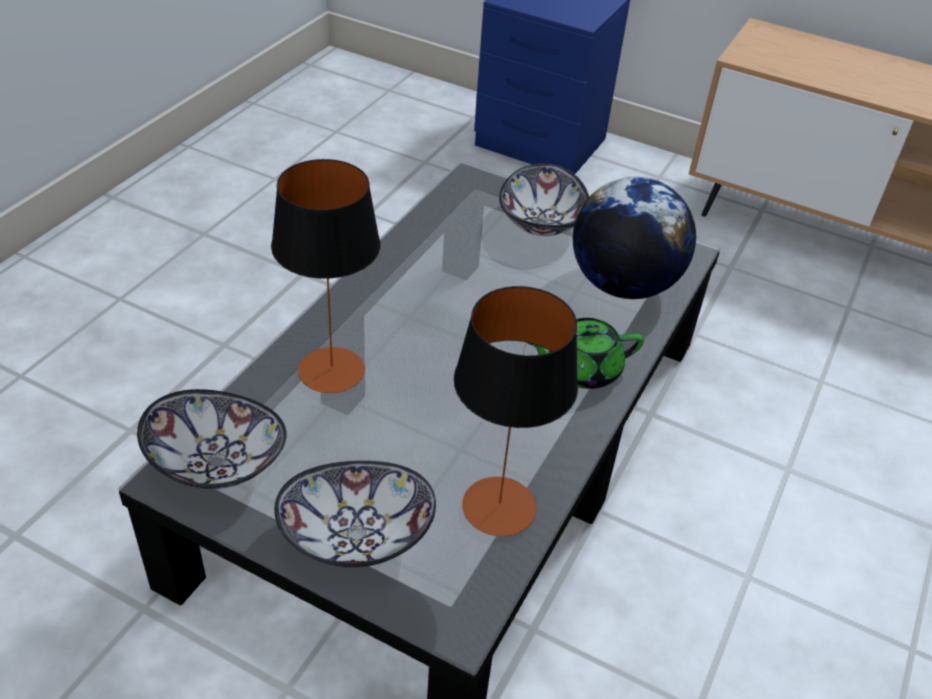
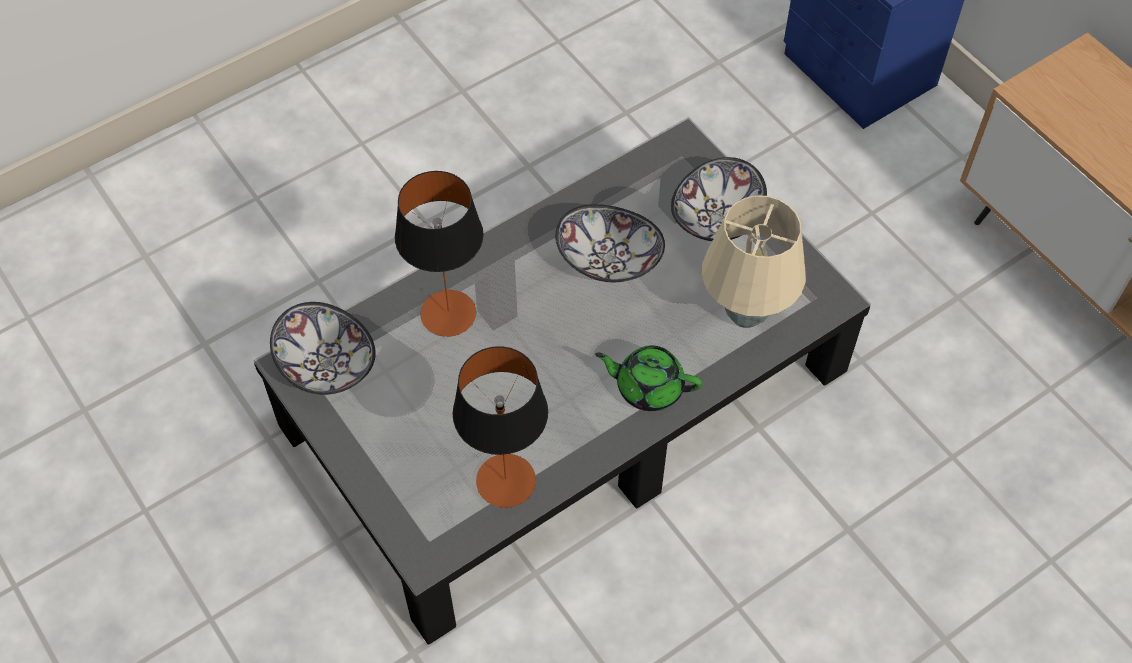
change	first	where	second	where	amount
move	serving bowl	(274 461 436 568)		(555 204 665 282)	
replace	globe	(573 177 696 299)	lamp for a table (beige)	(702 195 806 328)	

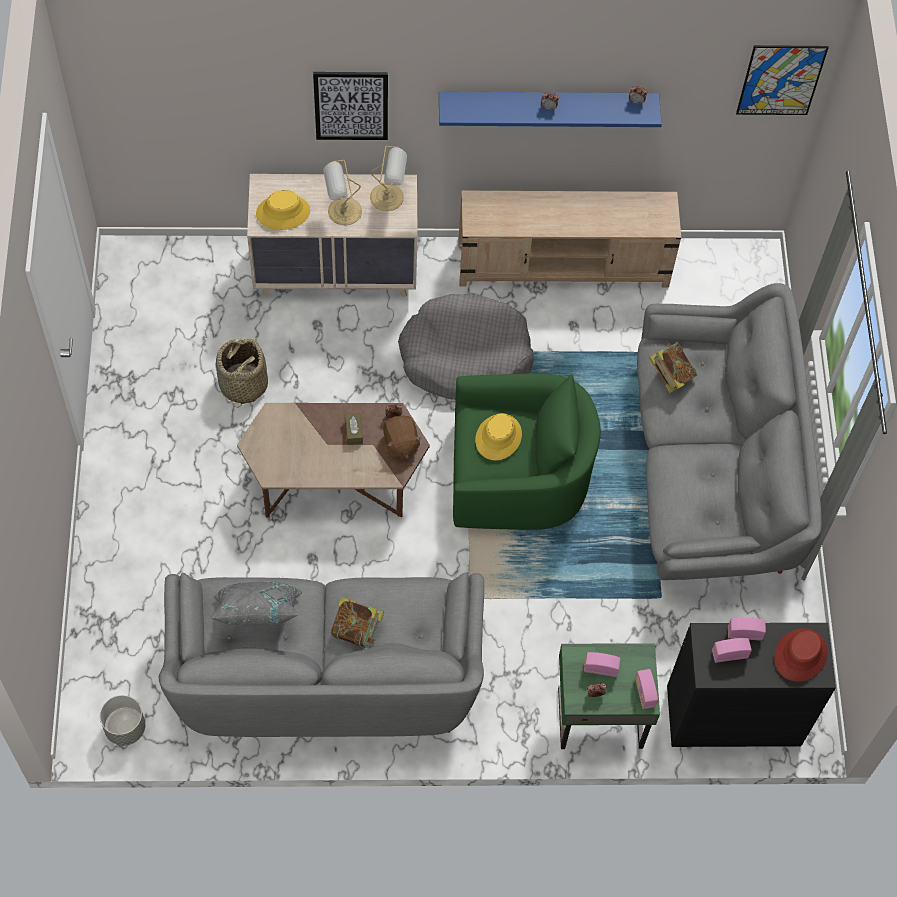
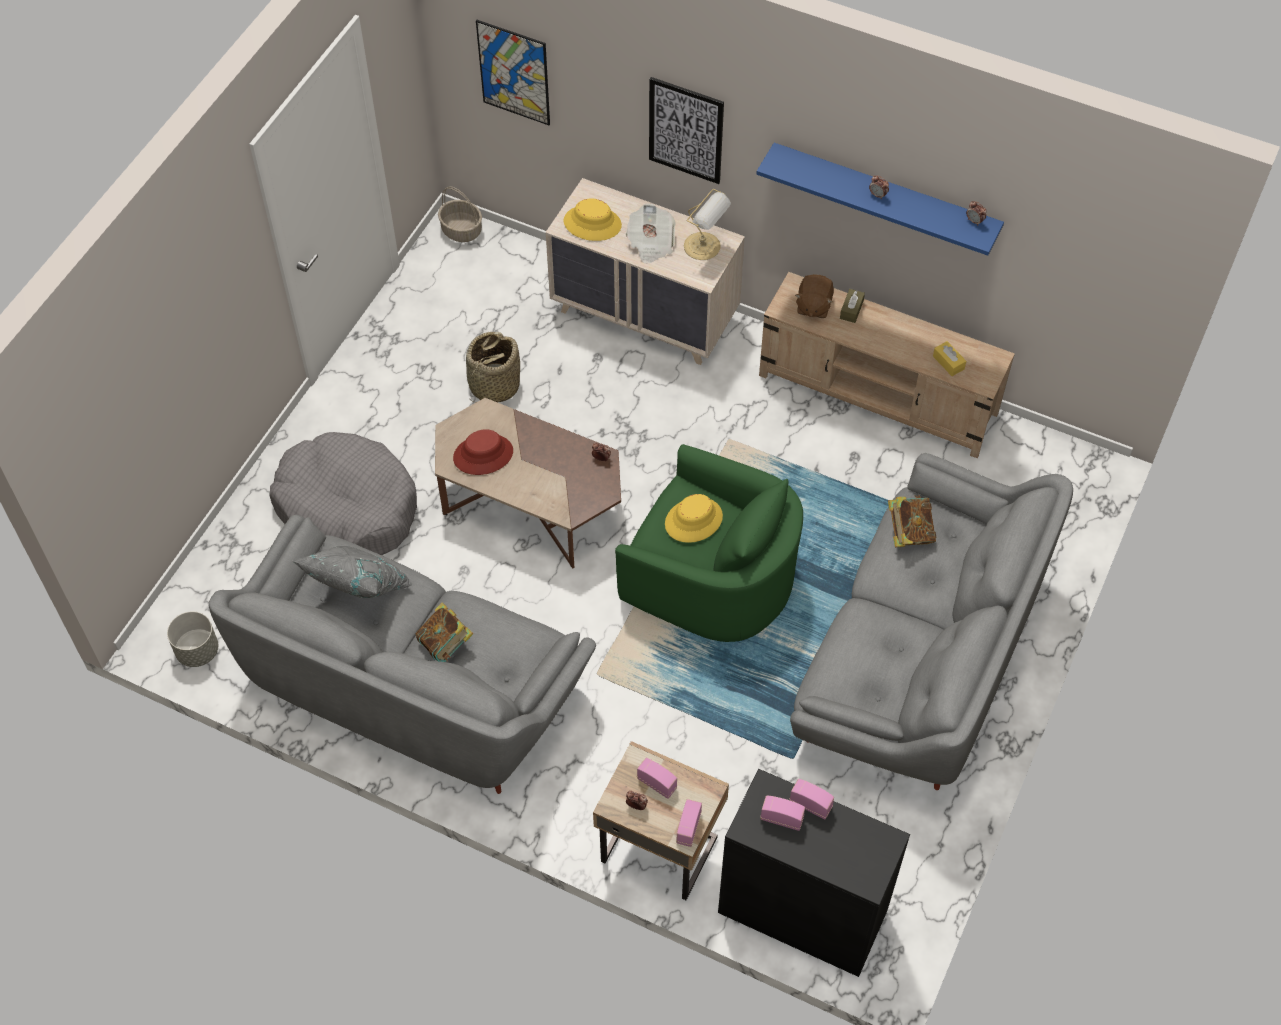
change	first	where	second	where	amount
replace	lamp for a table	(324 160 362 225)	newspaper	(626 203 676 264)	
move	tissue box (brown-coloured)	(345 413 363 445)		(840 289 865 323)	
move	cuddly toy (brown-coloured)	(383 415 422 459)		(795 274 834 318)	
move	dog bed (greyish)	(398 293 534 400)		(269 432 417 555)	
recolor	night table (greenish)	(558 644 660 749)	night table (beige)	(593 741 729 900)	
move	wall picture	(736 45 829 115)		(476 20 550 125)	
move	hat (reddish)	(774 628 828 682)		(453 429 513 475)	
insert			basket	(438 186 482 242)	
insert			tissue box (yellow-coloured)	(933 341 966 376)	

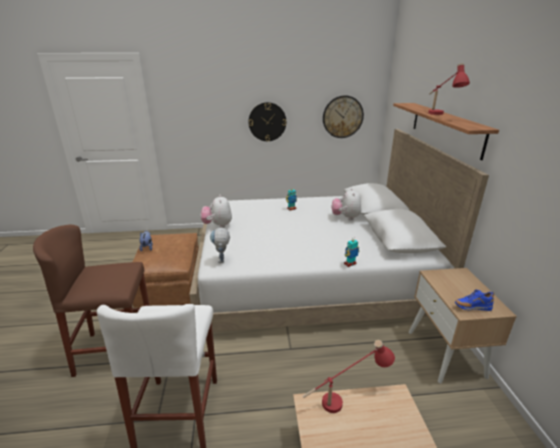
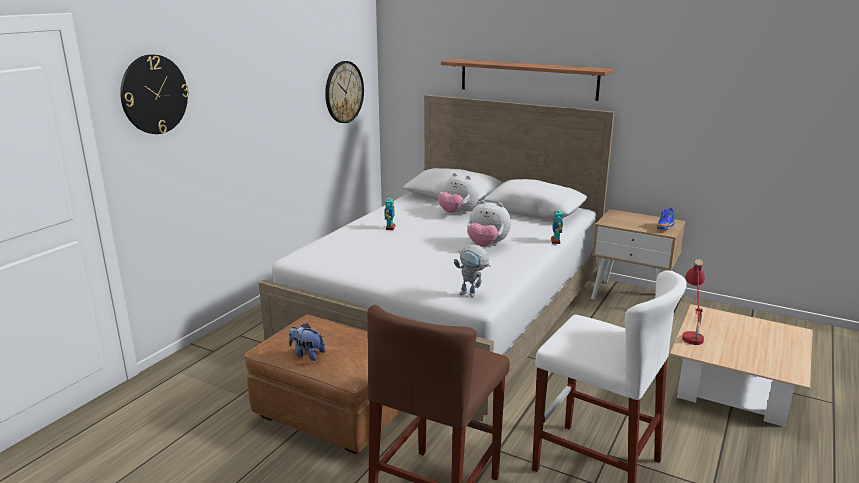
change	first	where	second	where	amount
move	cuddly toy	(201 195 232 228)		(467 200 511 247)	
move	hanging clock	(249 102 286 141)		(120 54 189 134)	
delete	lamp for a table (reddish)	(428 63 470 115)			

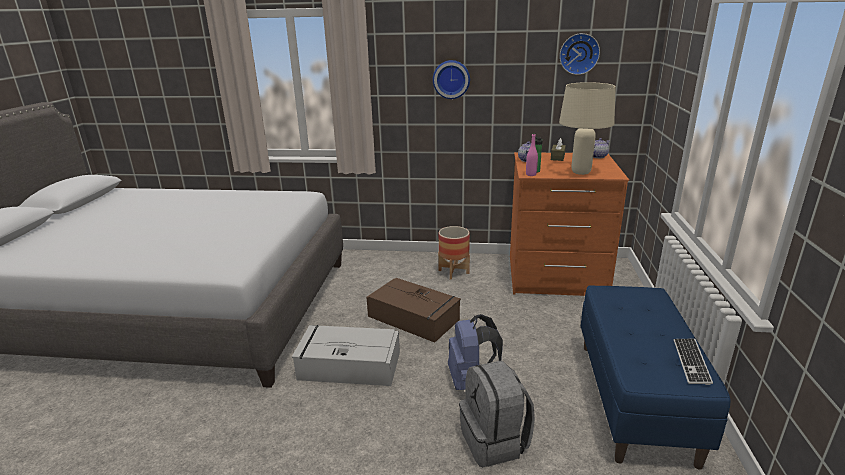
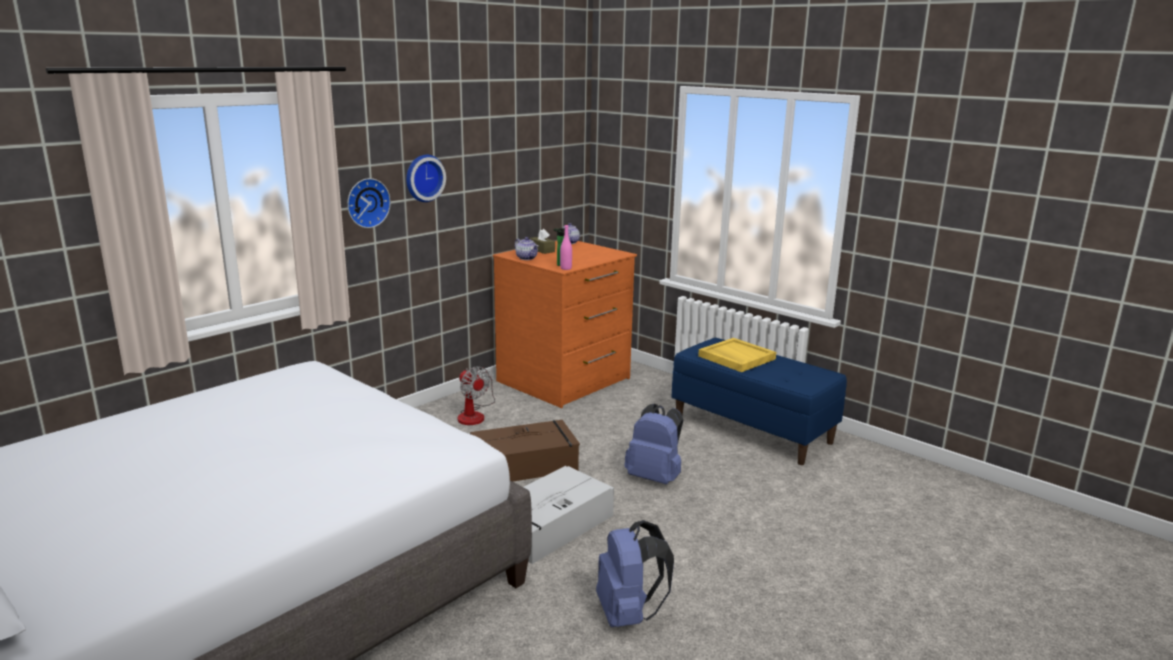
change	first	where	second	where	amount
replace	plant pot	(438 226 470 280)	cooling fan	(458 366 495 425)	
delete	backpack (greyish)	(459 361 535 467)			
move	hanging clock	(559 33 600 75)		(347 178 391 228)	
delete	lamp for a table (beige)	(559 82 616 175)			
delete	computer keyboard	(673 338 713 385)			
insert			backpack (bluish)	(596 520 674 627)	
insert			tray (yellow-coloured)	(698 338 776 372)	

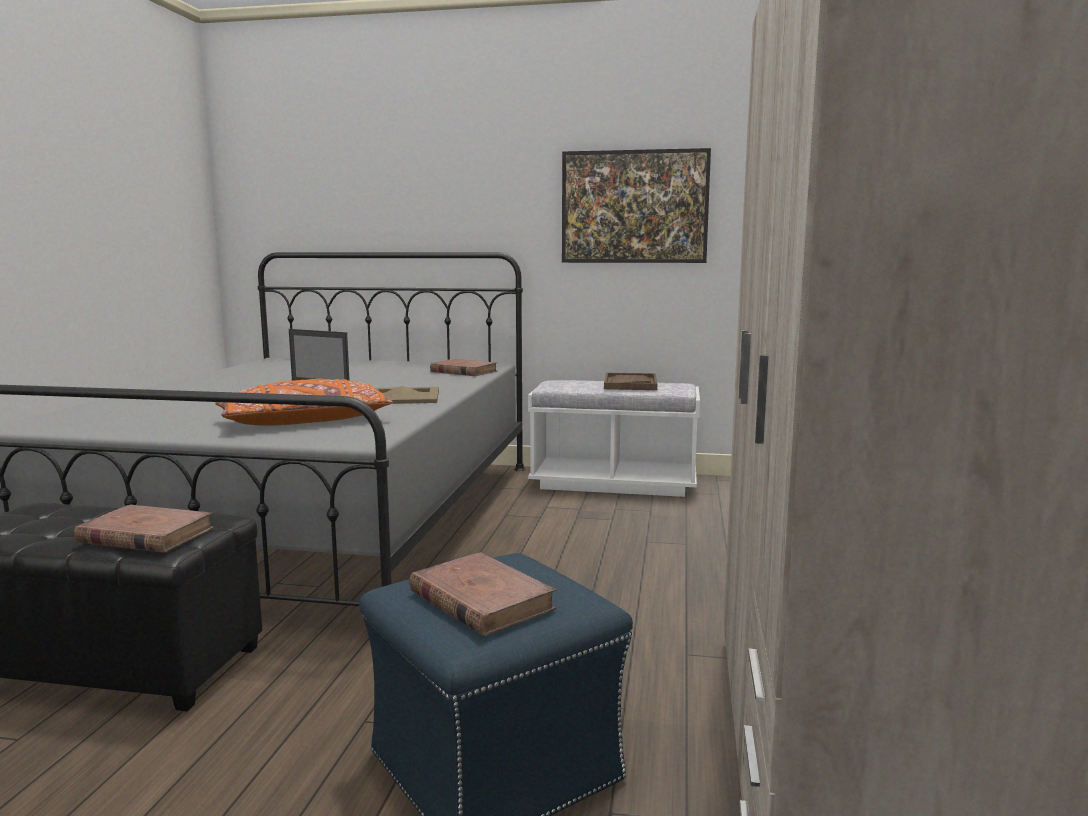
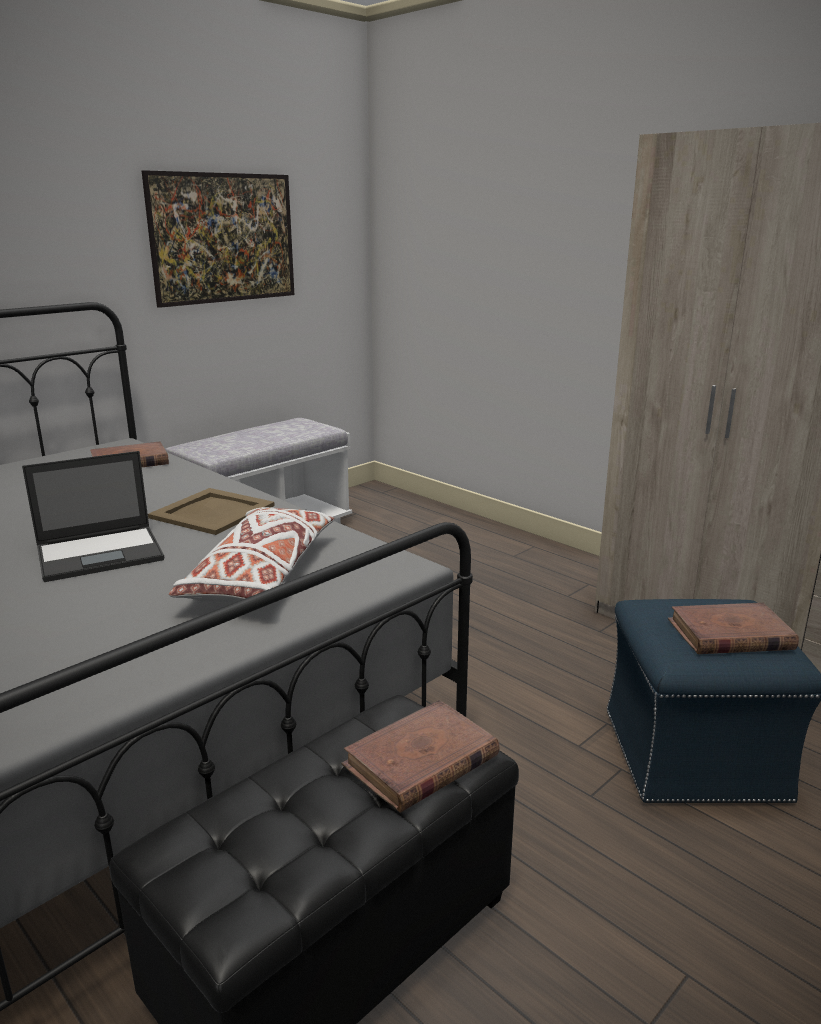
change	first	where	second	where	amount
recolor	cushion (orange)	(215 379 393 426)	cushion (white)	(169 507 334 603)	
delete	tray (brown-coloured)	(604 373 657 390)			

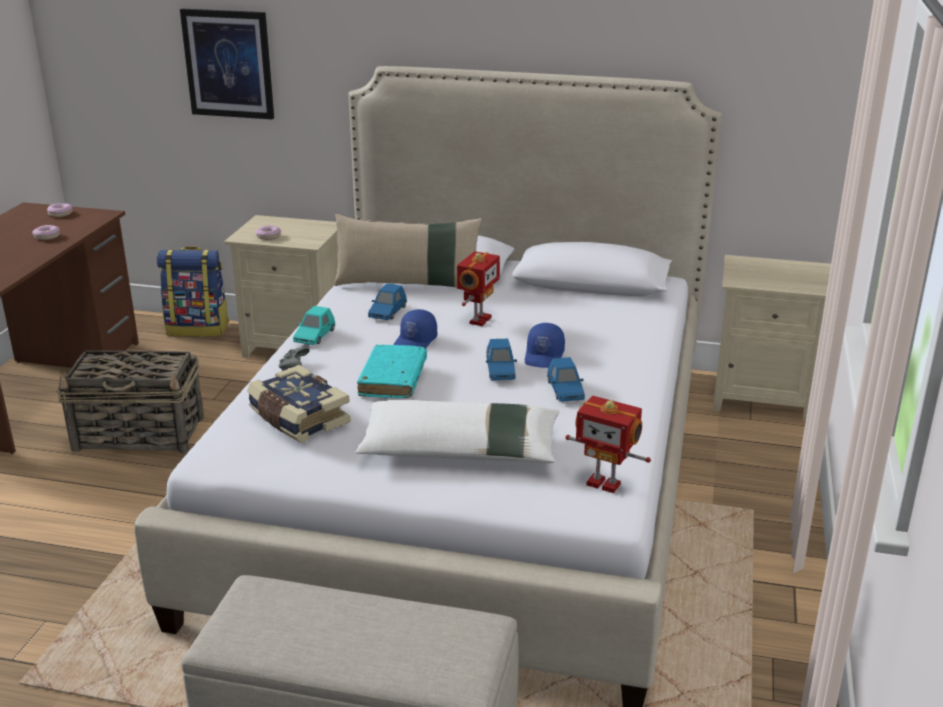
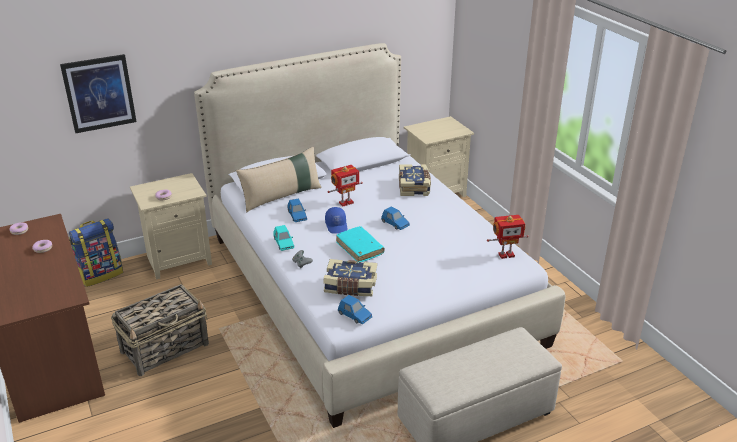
change	first	where	second	where	amount
delete	cushion (white)	(355 400 559 463)			
rotate	robot figure	(457 251 500 326)		(328 165 363 206)	75 degrees clockwise
delete	cap (bluish)	(525 323 565 368)			
move	model car (bluish)	(547 357 585 402)		(338 295 372 324)	
insert			book	(399 164 431 196)	

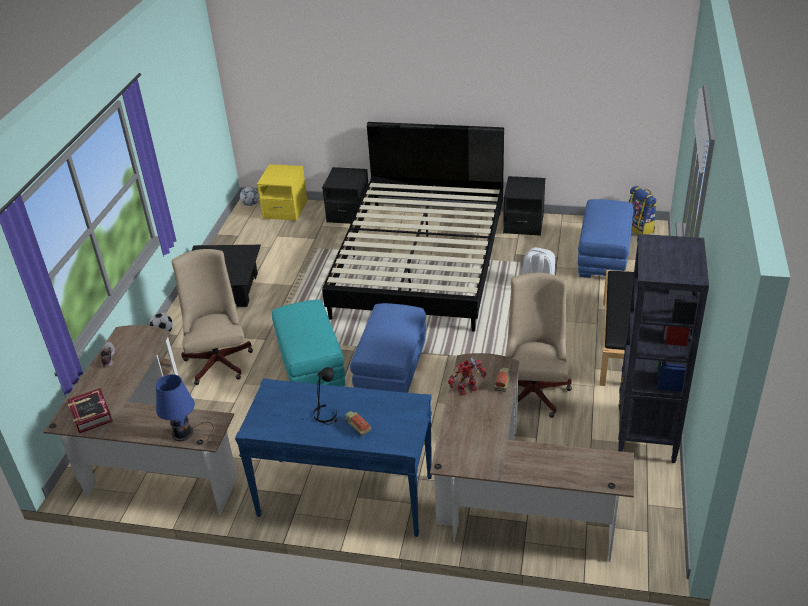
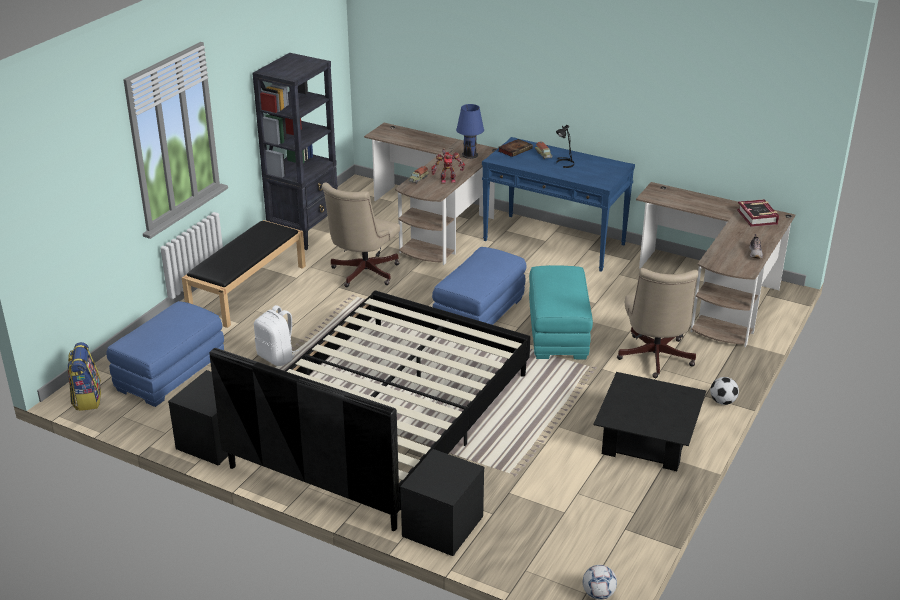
change	first	where	second	where	amount
move	lamp for a table (bluish)	(156 374 214 441)		(449 104 484 159)	
delete	night table (yellow-coloured)	(257 164 307 221)			
insert			book	(498 139 533 157)	

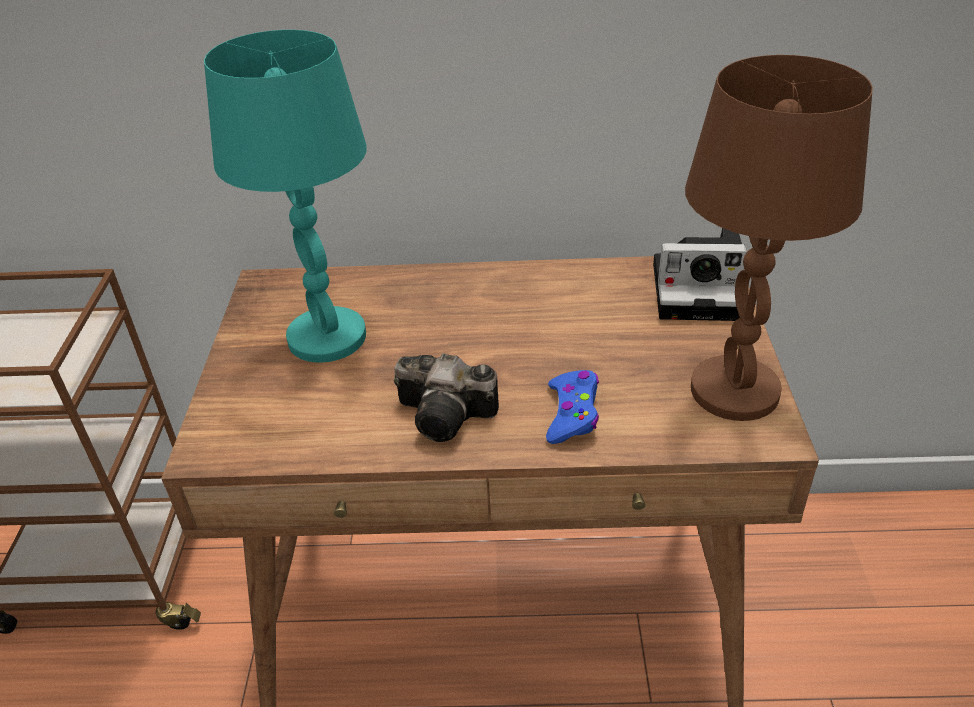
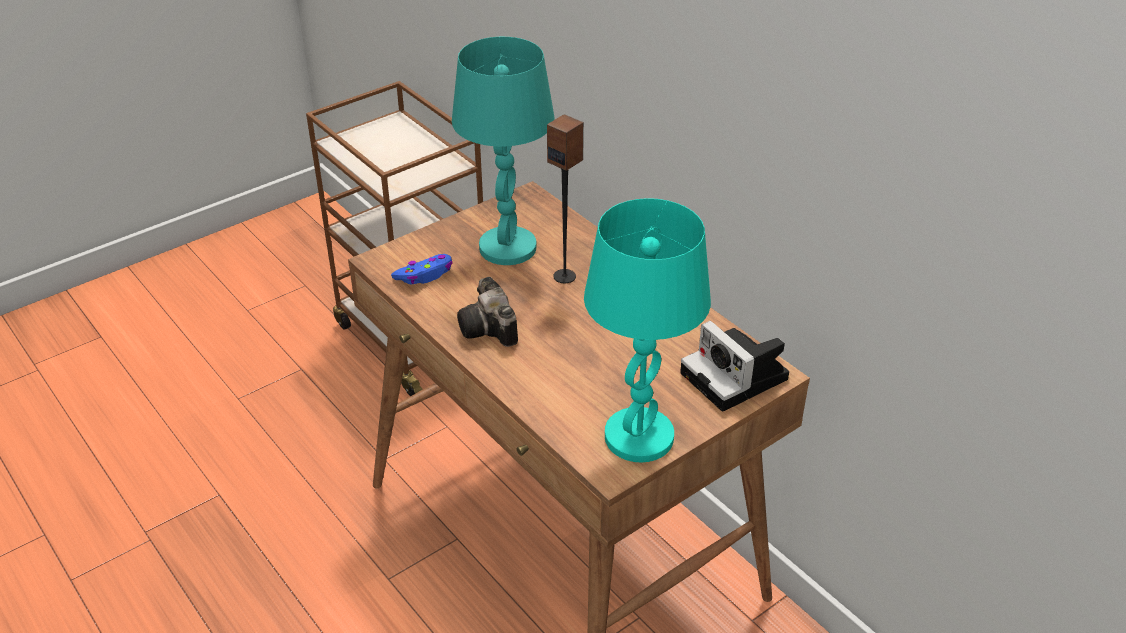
change	first	where	second	where	amount
move	gamepad (bluish)	(546 370 599 444)		(391 254 453 284)	
recolor	lamp for a table (brown-coloured)	(685 55 873 421)	lamp for a table (blue-green)	(584 198 711 462)	
insert			loudspeaker	(547 114 584 283)	

